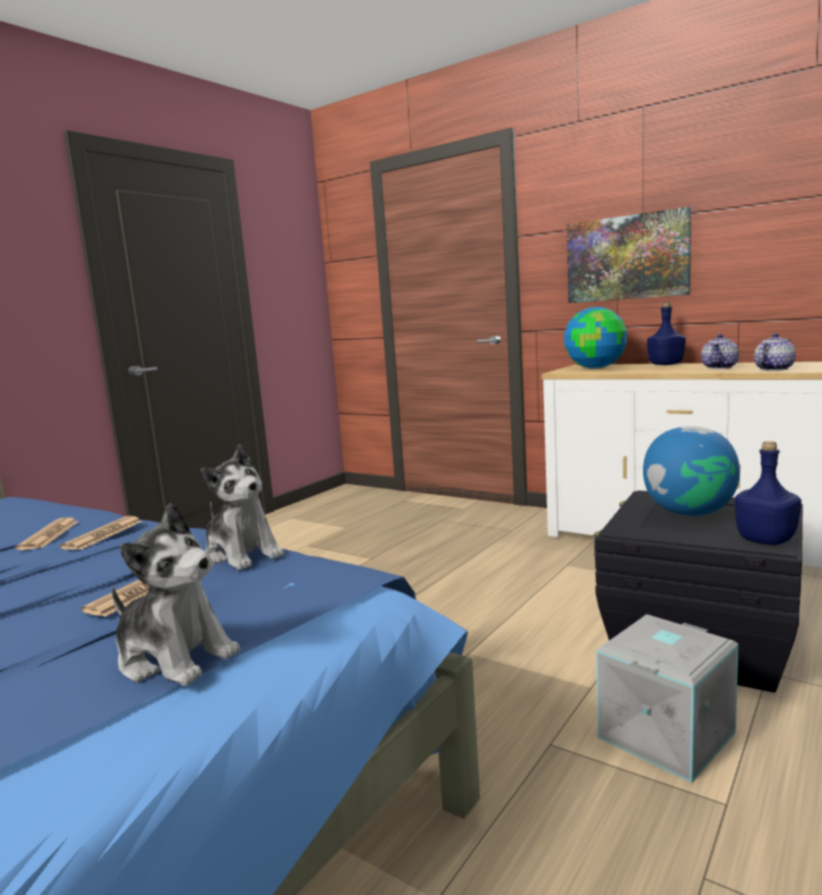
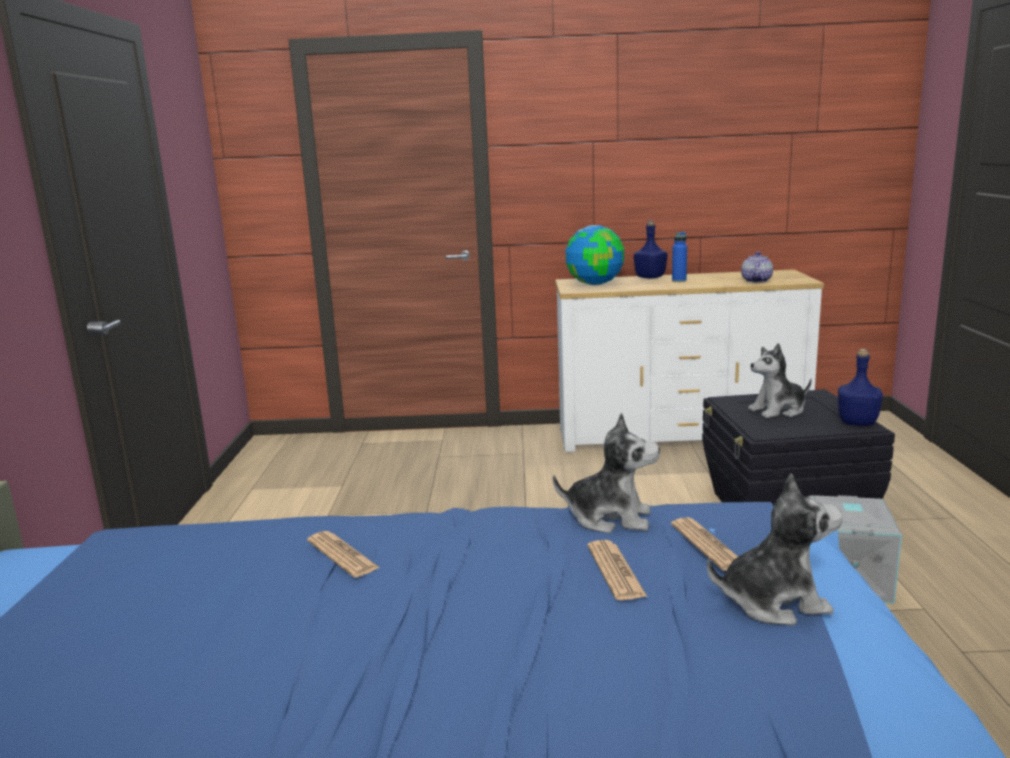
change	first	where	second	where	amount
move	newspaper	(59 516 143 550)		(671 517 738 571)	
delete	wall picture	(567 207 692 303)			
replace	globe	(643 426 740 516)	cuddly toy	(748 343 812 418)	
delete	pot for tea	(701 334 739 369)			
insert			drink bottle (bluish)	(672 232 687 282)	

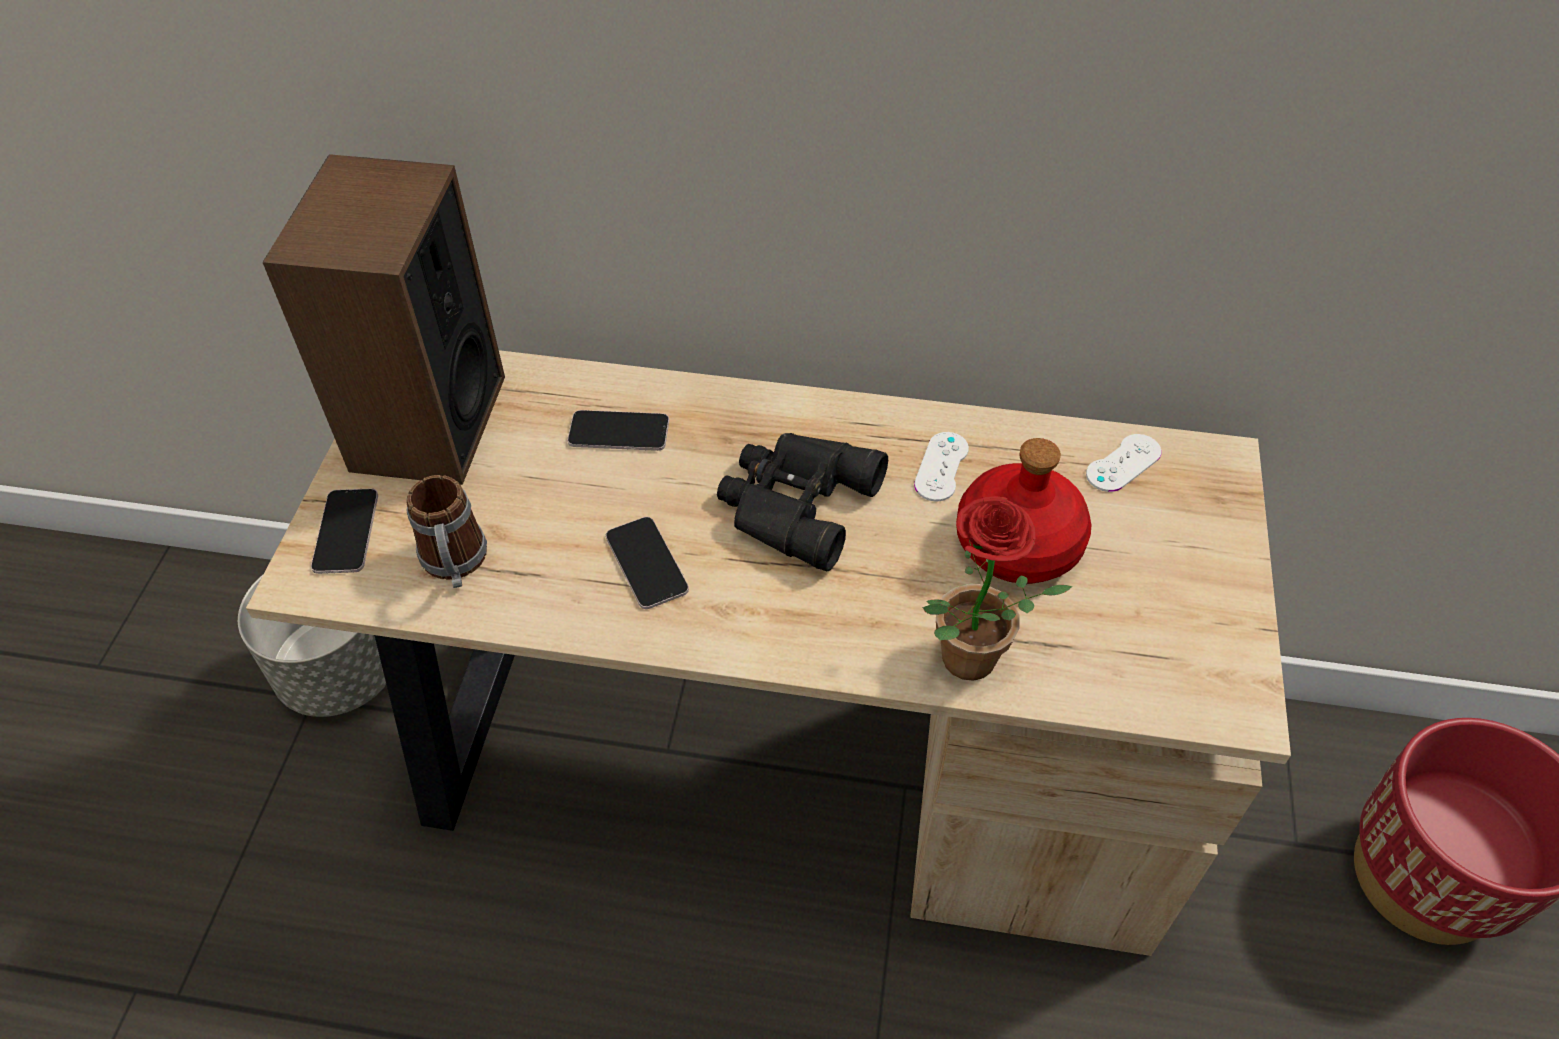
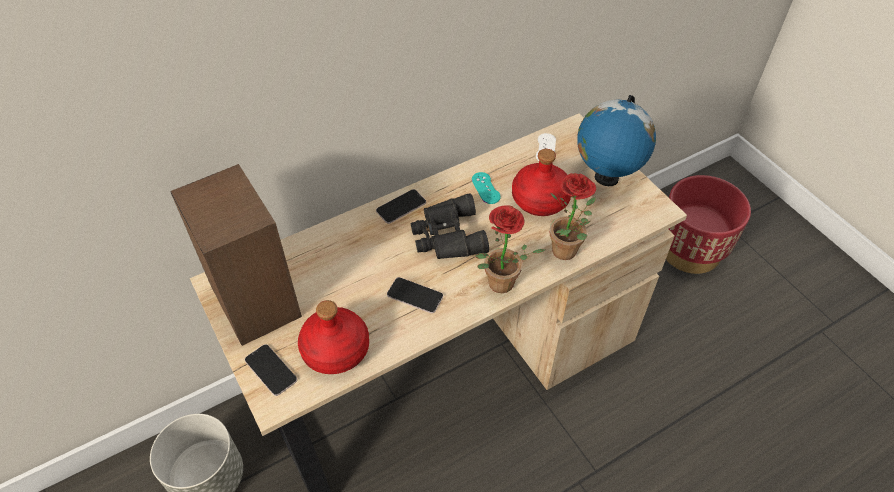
change	first	where	second	where	amount
replace	tea mug	(406 475 487 588)	drink bottle (reddish)	(298 300 369 374)	
move	phone	(568 410 669 451)		(376 189 426 224)	
recolor	gamepad (white)	(914 432 969 501)	gamepad (blue-green)	(472 172 500 204)	
insert			potted plant	(476 205 545 293)	
insert			globe	(577 95 656 186)	

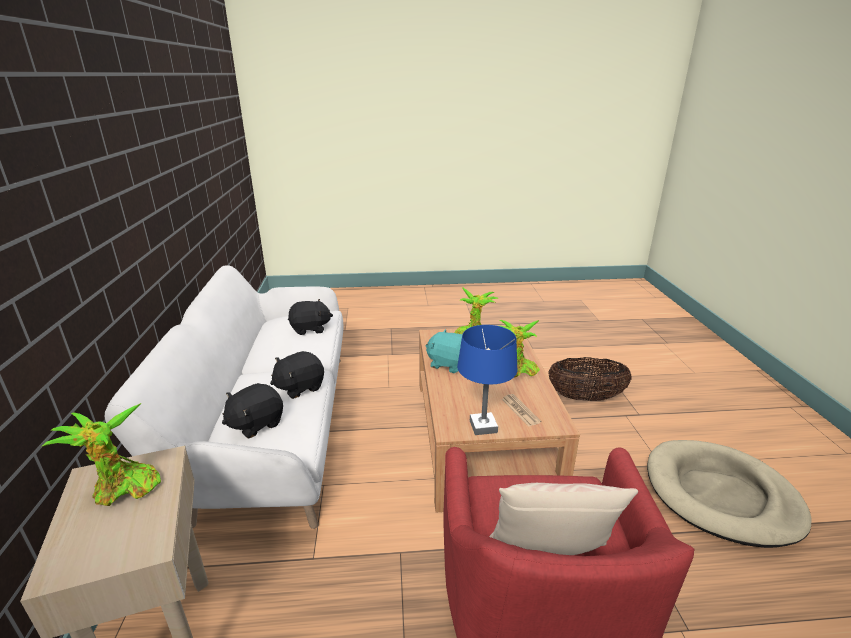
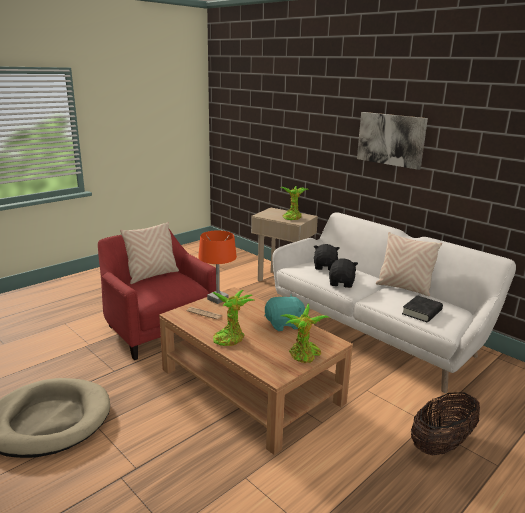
change	first	where	second	where	amount
replace	cuddly toy (blackish)	(288 299 333 335)	book (blackish)	(402 295 443 322)	
recolor	lamp for a table (bluish)	(457 325 517 435)	lamp for a table (orange)	(198 230 237 304)	
move	basket	(548 357 632 401)		(411 392 480 455)	
insert			wall picture	(357 112 428 170)	
insert			cushion (beige)	(376 232 442 296)	

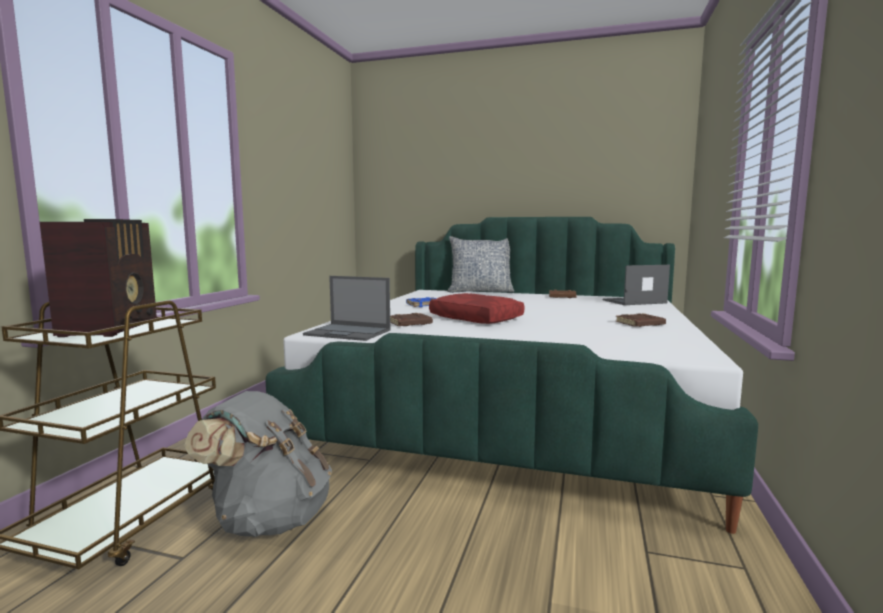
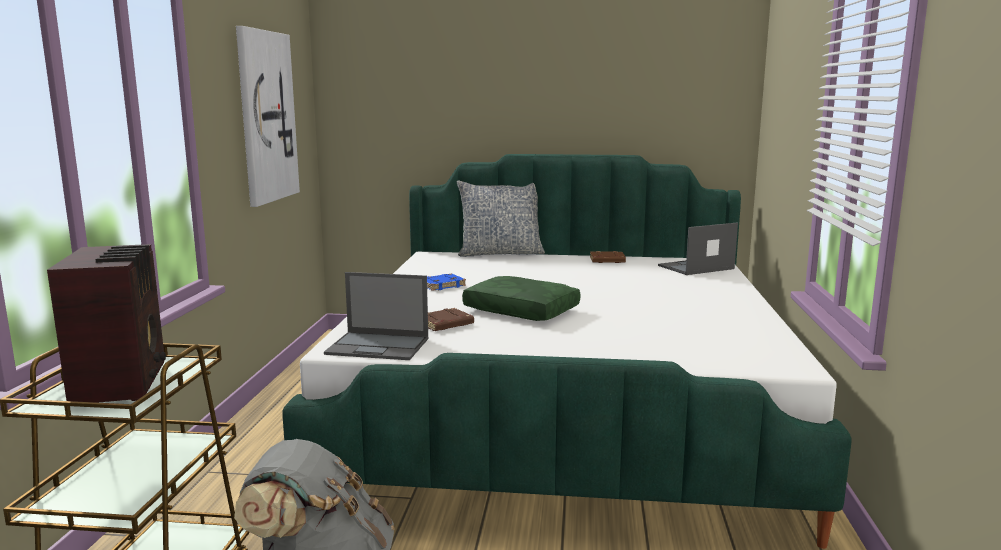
change	first	where	second	where	amount
recolor	cushion (reddish)	(429 293 524 324)	cushion (greenish)	(462 276 580 321)	
delete	book (brown-coloured)	(616 313 666 327)			
insert			wall picture	(236 26 300 207)	

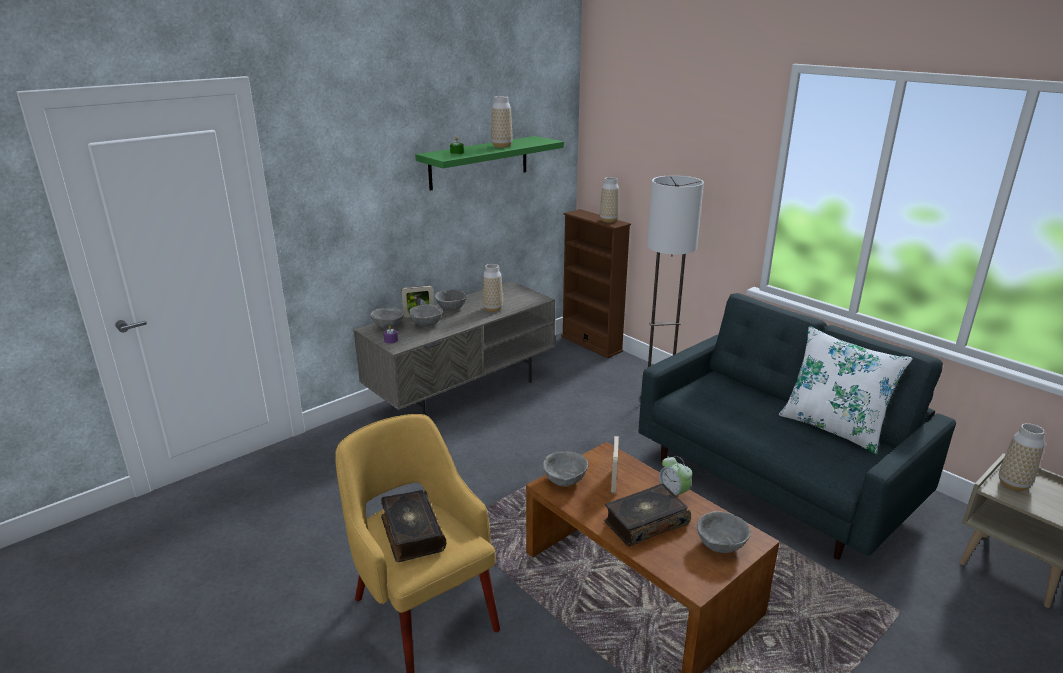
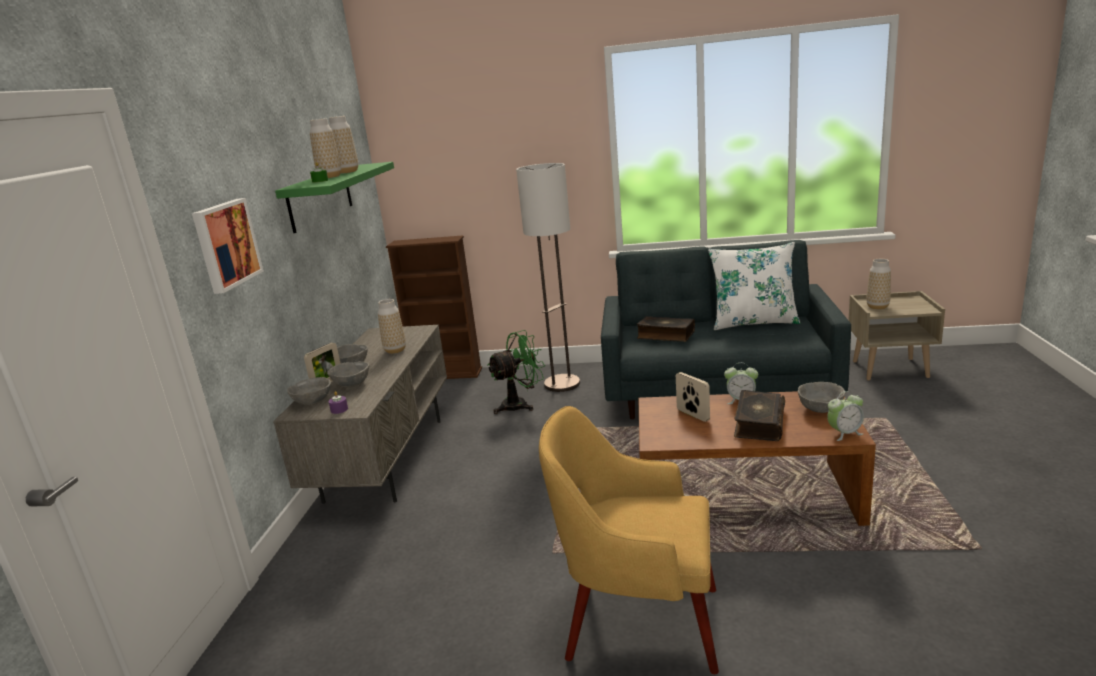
change	first	where	second	where	amount
move	book	(381 490 446 562)		(637 316 695 342)	
delete	serving bowl (greyish)	(543 452 588 487)			
move	decorative vase	(600 177 619 223)		(310 118 341 178)	
insert			wall picture	(192 198 264 294)	
insert			cooling fan (greenish)	(487 330 545 414)	
insert			bedside clock	(827 391 864 441)	

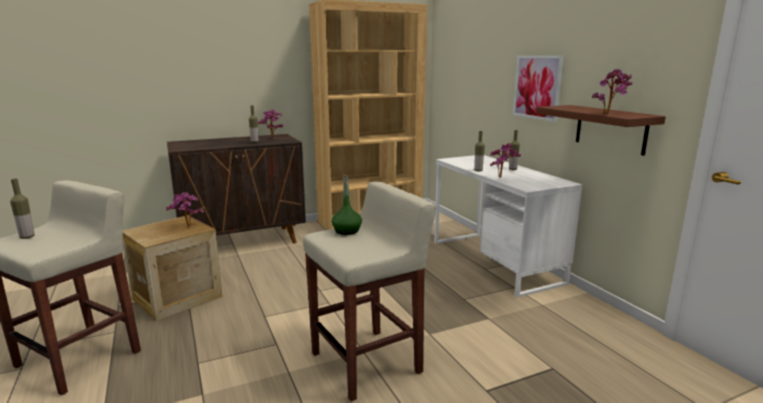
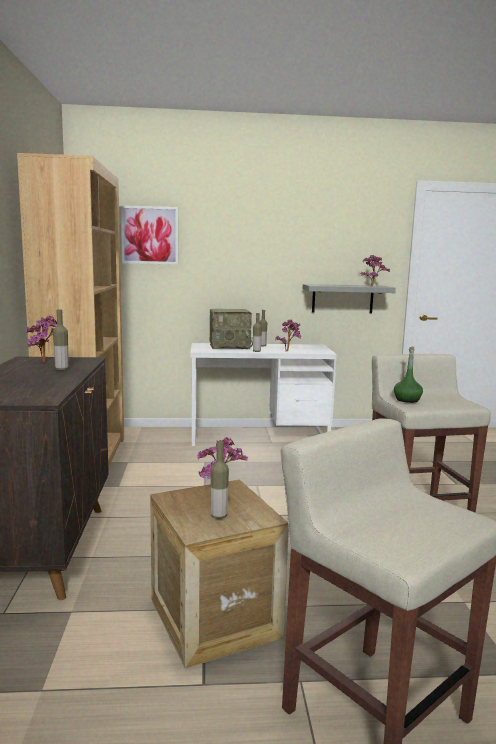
change	first	where	second	where	amount
move	drink bottle	(10 179 35 239)		(211 441 229 519)	
move	wall picture	(513 55 564 122)		(121 205 178 265)	
recolor	wall shelf (brown-coloured)	(536 105 666 156)	wall shelf (greyish)	(303 284 396 314)	
insert			radio set	(210 309 253 349)	

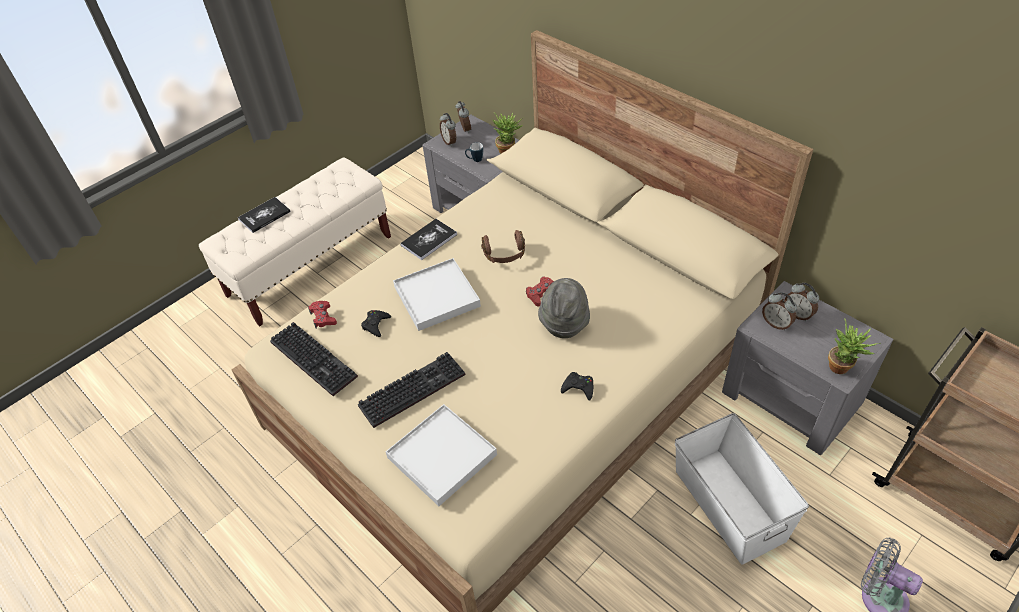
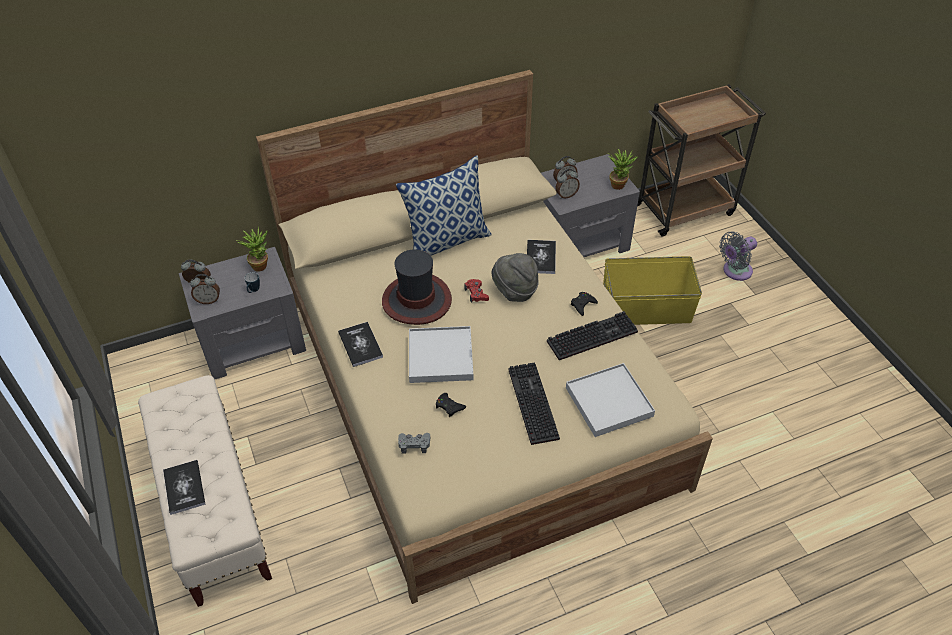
change	first	where	second	where	amount
move	computer keyboard	(270 322 358 396)		(547 311 638 360)	
recolor	gamepad (reddish)	(308 301 337 328)	gamepad (greyish)	(398 433 430 454)	
replace	pair of headphones (brown-coloured)	(481 230 525 263)	hat	(382 249 452 325)	
recolor	storage bin (white)	(675 413 809 565)	storage bin (yellow-coloured)	(603 256 702 325)	
insert			cushion	(396 155 492 256)	
insert			book	(527 240 556 274)	

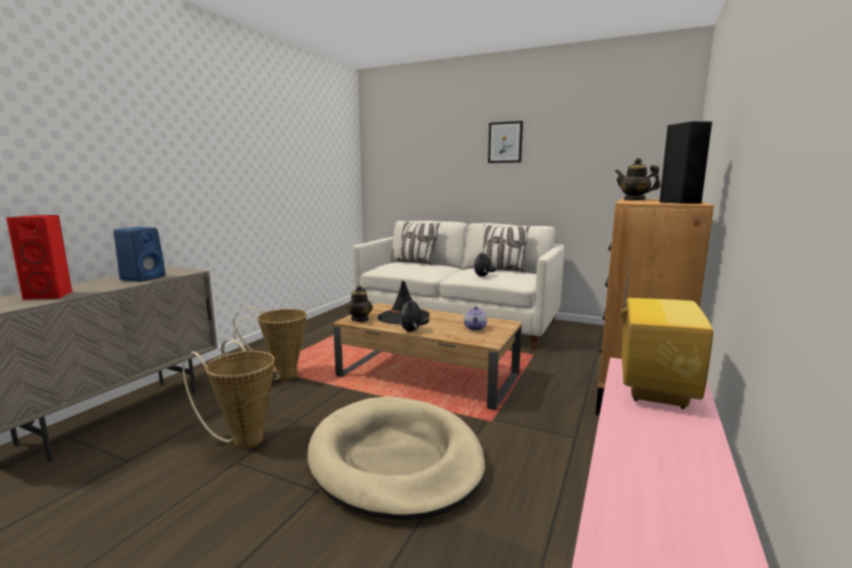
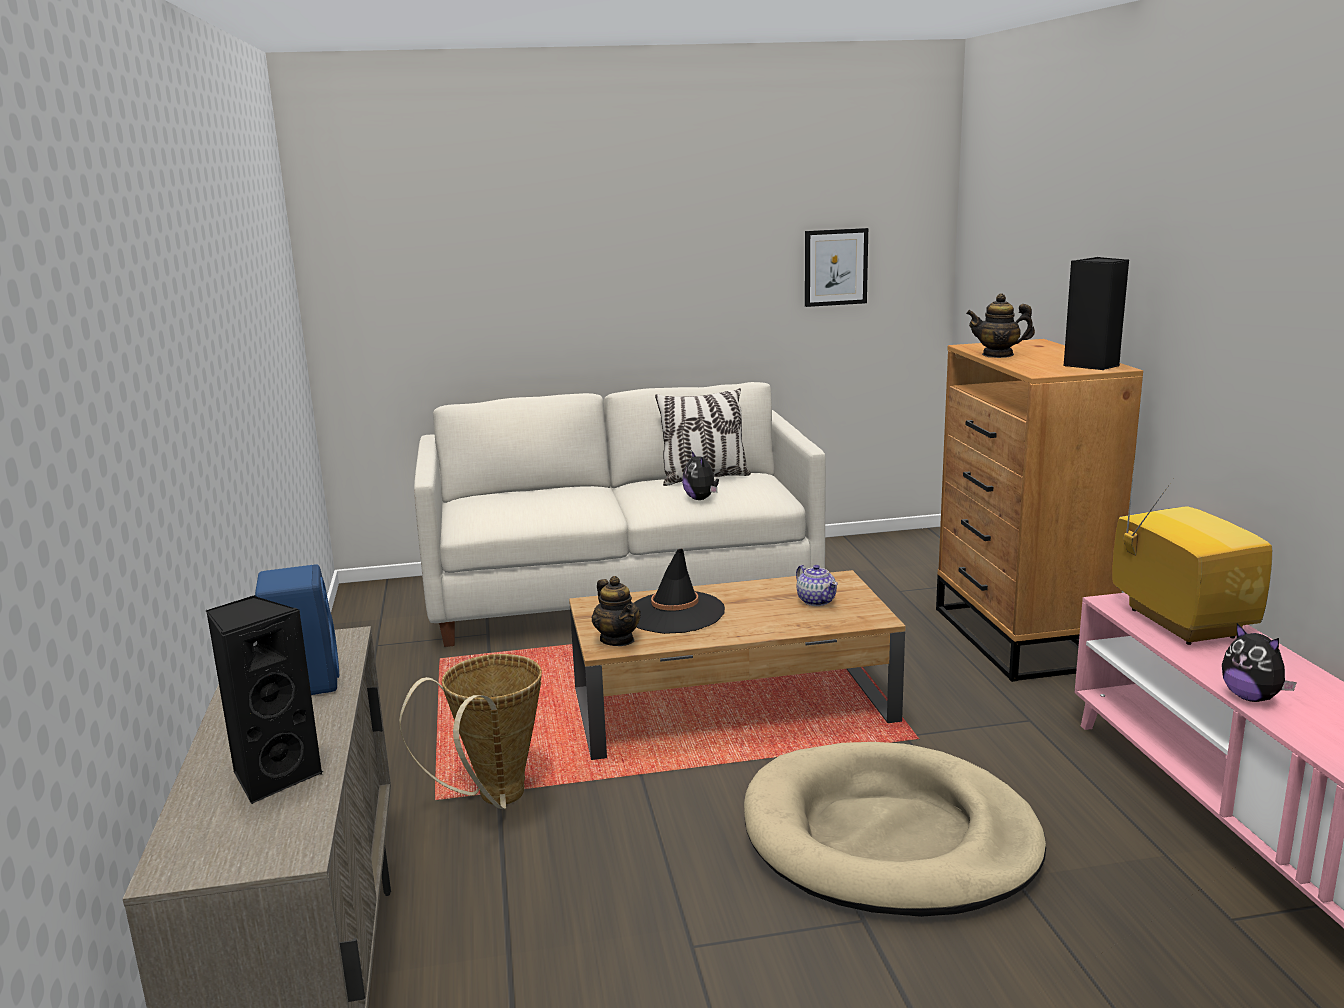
change	first	where	second	where	amount
recolor	loudspeaker (reddish)	(6 215 72 300)	loudspeaker (blackish)	(206 595 324 804)	
delete	basket	(182 339 275 449)			
delete	cushion	(396 220 440 265)			
move	cuddly toy	(400 297 429 331)		(1222 623 1297 702)	
move	wall picture	(488 121 523 163)		(805 228 868 307)	

